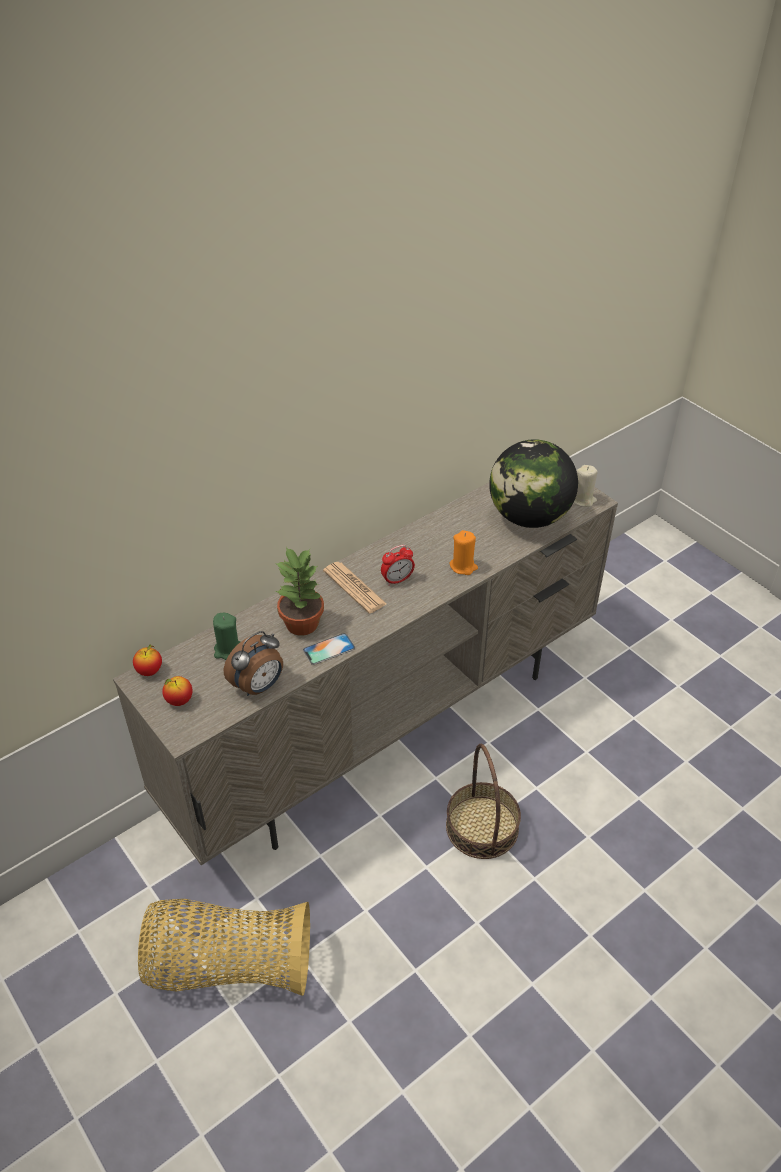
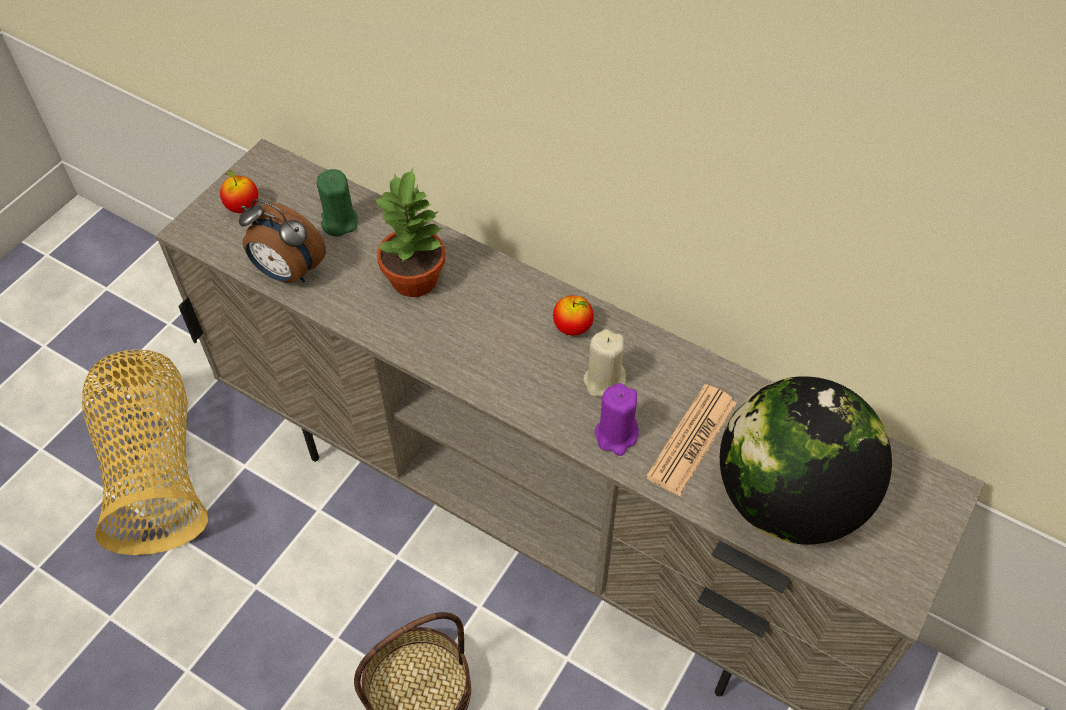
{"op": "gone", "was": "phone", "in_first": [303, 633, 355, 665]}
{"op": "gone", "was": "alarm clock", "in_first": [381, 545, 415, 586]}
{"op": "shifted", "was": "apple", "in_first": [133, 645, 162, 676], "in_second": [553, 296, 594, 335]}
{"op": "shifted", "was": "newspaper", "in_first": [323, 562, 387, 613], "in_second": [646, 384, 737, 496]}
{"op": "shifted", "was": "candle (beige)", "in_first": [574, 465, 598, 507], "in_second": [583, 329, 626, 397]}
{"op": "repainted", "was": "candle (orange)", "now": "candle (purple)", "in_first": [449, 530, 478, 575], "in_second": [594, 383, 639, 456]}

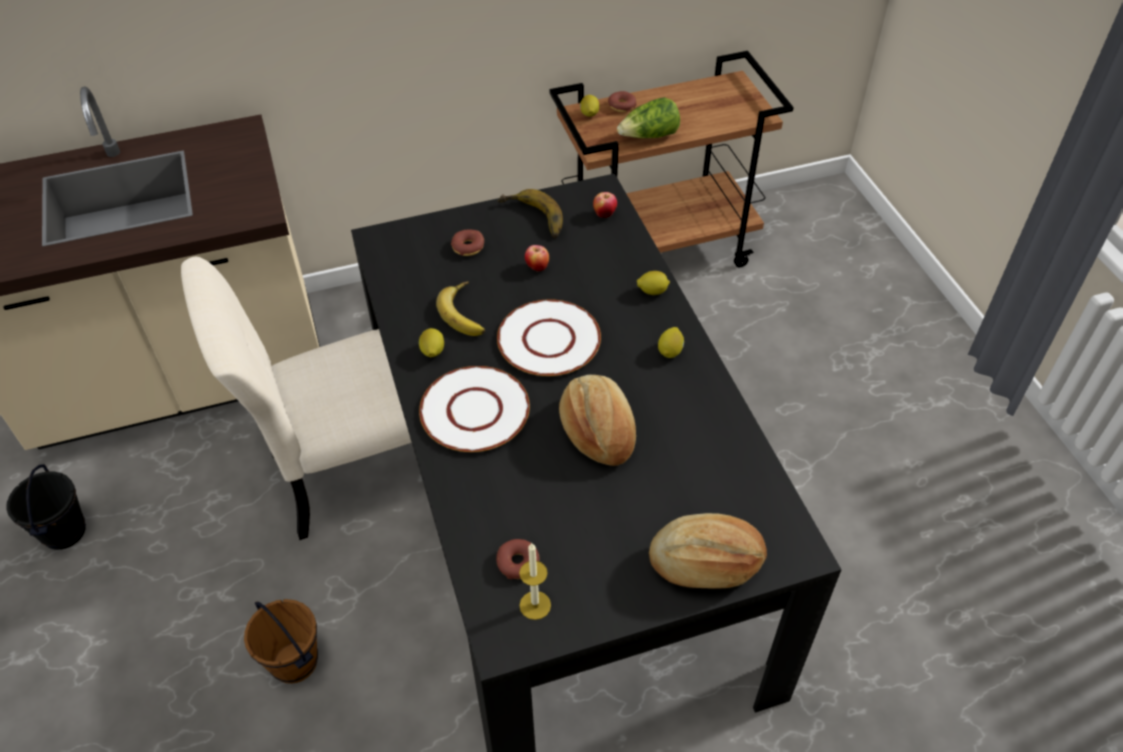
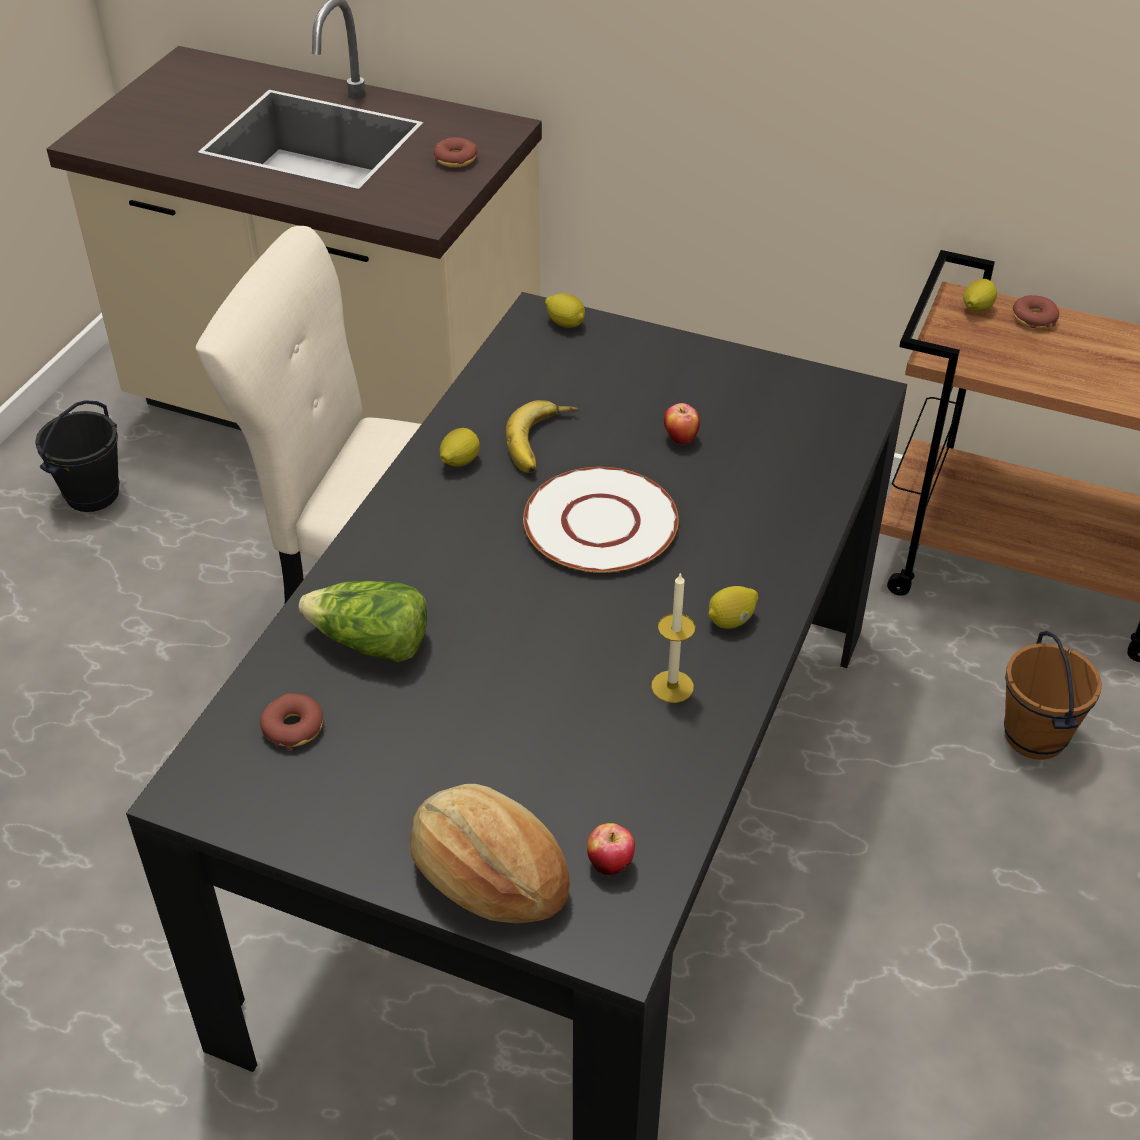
{"op": "gone", "was": "plate (white)", "in_first": [419, 366, 530, 452]}
{"op": "gone", "was": "banana", "in_first": [498, 189, 563, 238]}
{"op": "gone", "was": "bread", "in_first": [559, 375, 636, 466]}
{"op": "shifted", "was": "bucket (brown)", "in_first": [244, 599, 318, 684], "in_second": [1004, 631, 1102, 760]}
{"op": "shifted", "was": "donut", "in_first": [451, 230, 484, 256], "in_second": [434, 137, 478, 168]}
{"op": "shifted", "was": "candle", "in_first": [519, 543, 551, 620], "in_second": [651, 572, 695, 703]}
{"op": "shifted", "was": "apple", "in_first": [593, 192, 617, 218], "in_second": [587, 823, 635, 875]}
{"op": "shifted", "was": "lettuce", "in_first": [617, 97, 680, 138], "in_second": [299, 581, 427, 662]}
{"op": "shifted", "was": "lemon", "in_first": [637, 271, 670, 295], "in_second": [545, 293, 585, 328]}

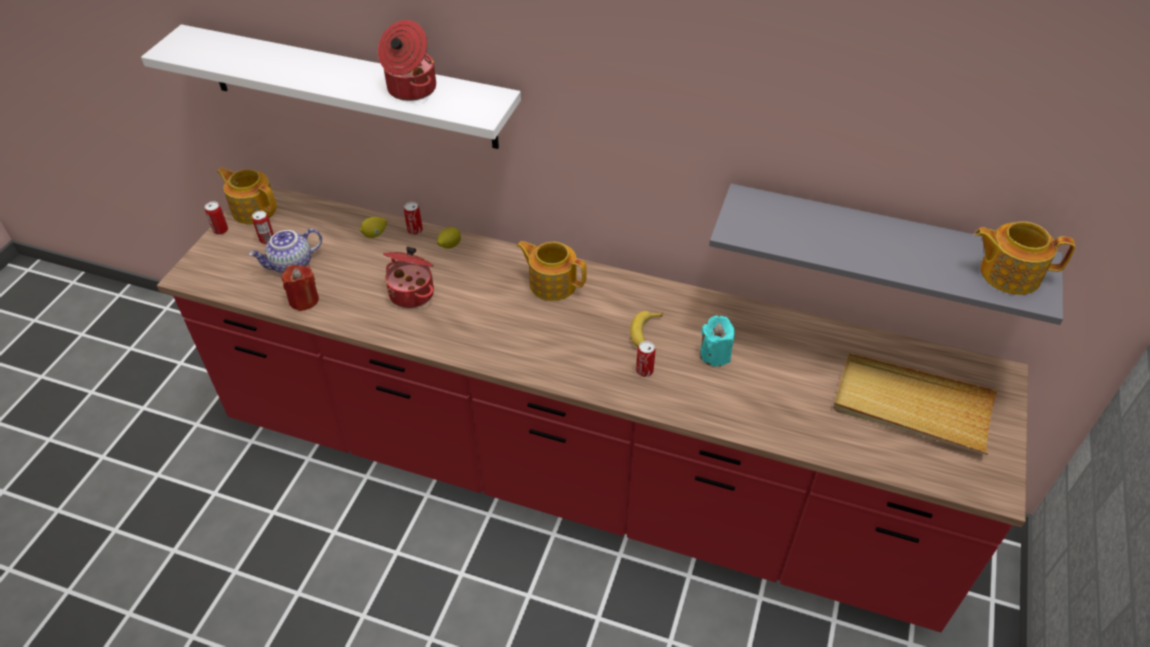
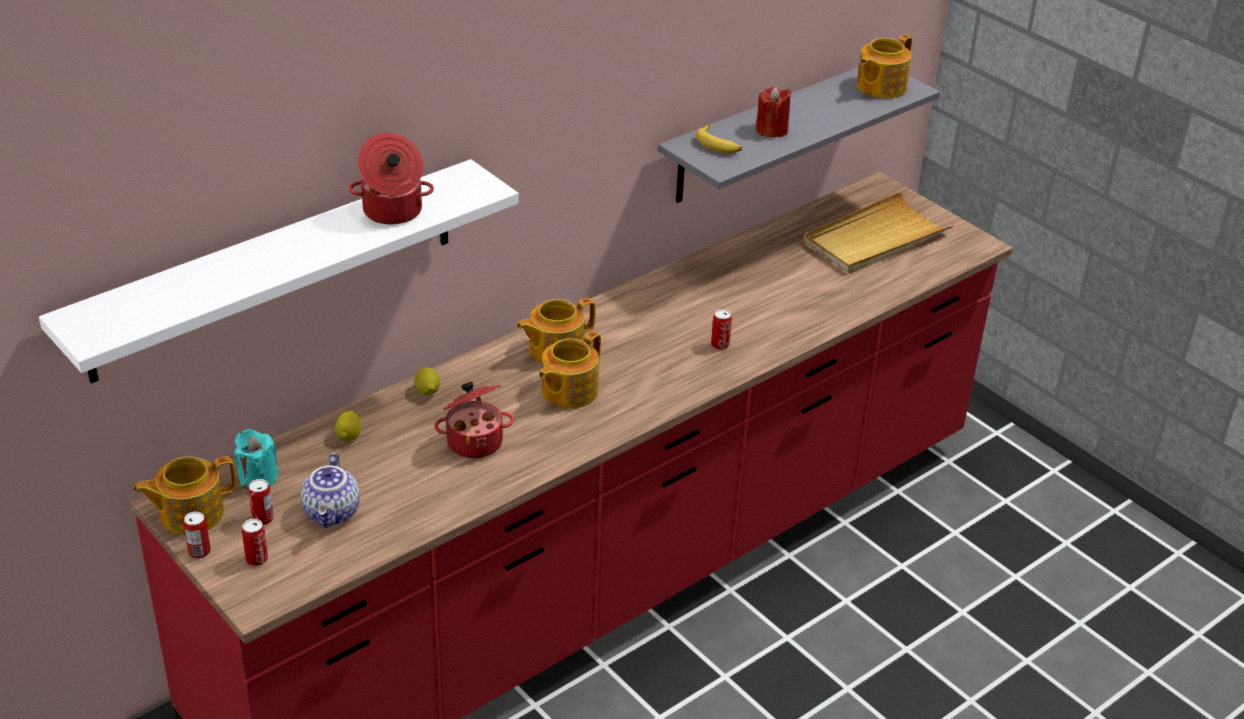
{"op": "new", "now": "teapot", "in_second": [539, 331, 601, 408]}
{"op": "shifted", "was": "candle (red)", "in_first": [281, 265, 319, 311], "in_second": [756, 86, 791, 137]}
{"op": "shifted", "was": "can", "in_first": [404, 202, 423, 235], "in_second": [242, 519, 268, 566]}
{"op": "shifted", "was": "banana", "in_first": [630, 311, 663, 347], "in_second": [696, 124, 742, 154]}
{"op": "shifted", "was": "candle (turquoise)", "in_first": [700, 315, 735, 367], "in_second": [234, 429, 279, 489]}

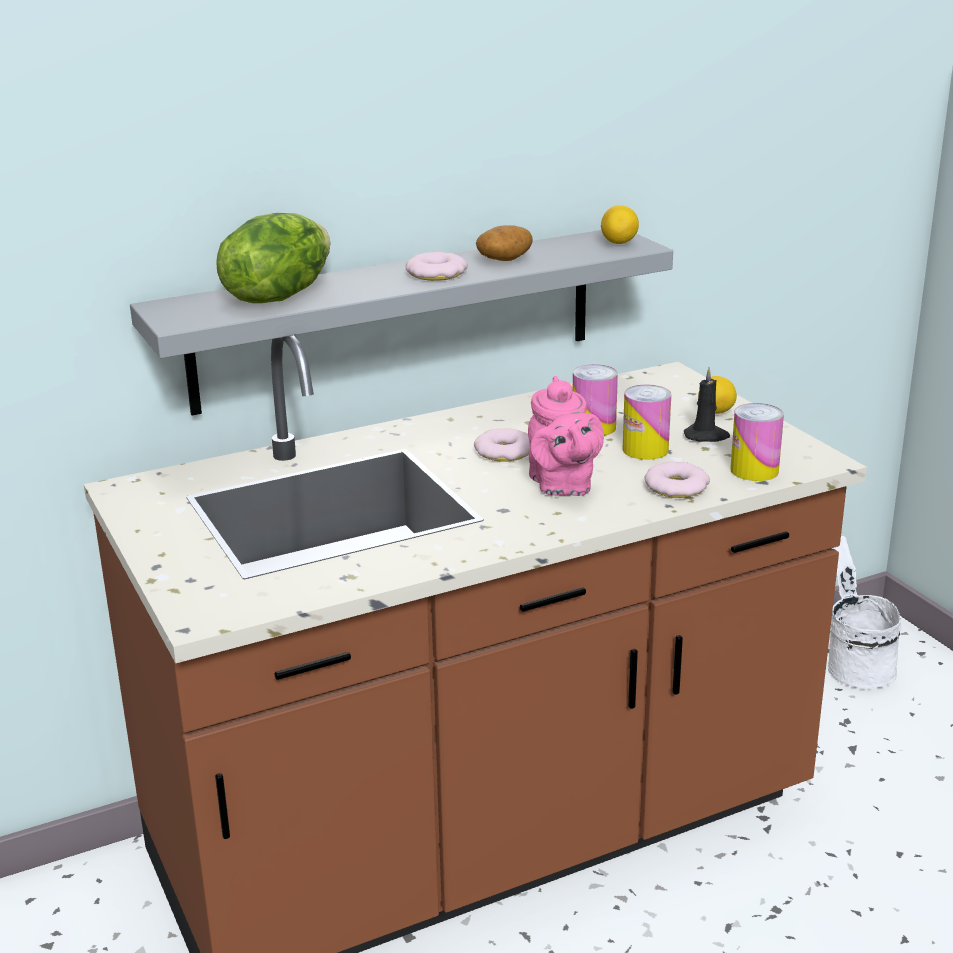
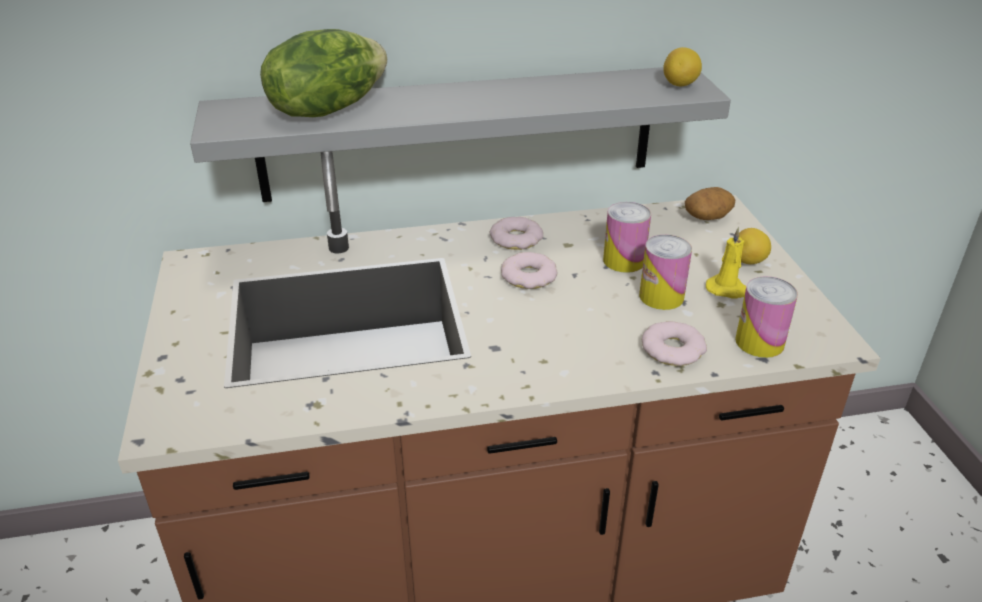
{"op": "gone", "was": "teapot (pink)", "in_first": [528, 376, 604, 496]}
{"op": "gone", "was": "bucket (white)", "in_first": [828, 536, 901, 689]}
{"op": "shifted", "was": "donut", "in_first": [406, 252, 468, 281], "in_second": [489, 217, 543, 250]}
{"op": "shifted", "was": "potato", "in_first": [476, 225, 533, 261], "in_second": [685, 187, 735, 220]}
{"op": "repainted", "was": "candle (black)", "now": "candle (yellow)", "in_first": [684, 366, 730, 442], "in_second": [706, 227, 747, 299]}

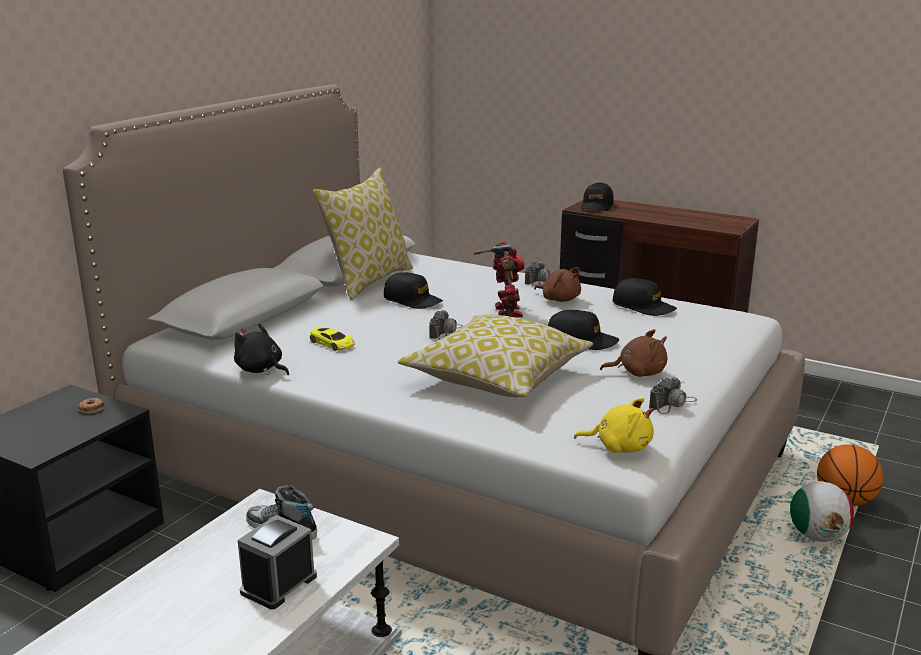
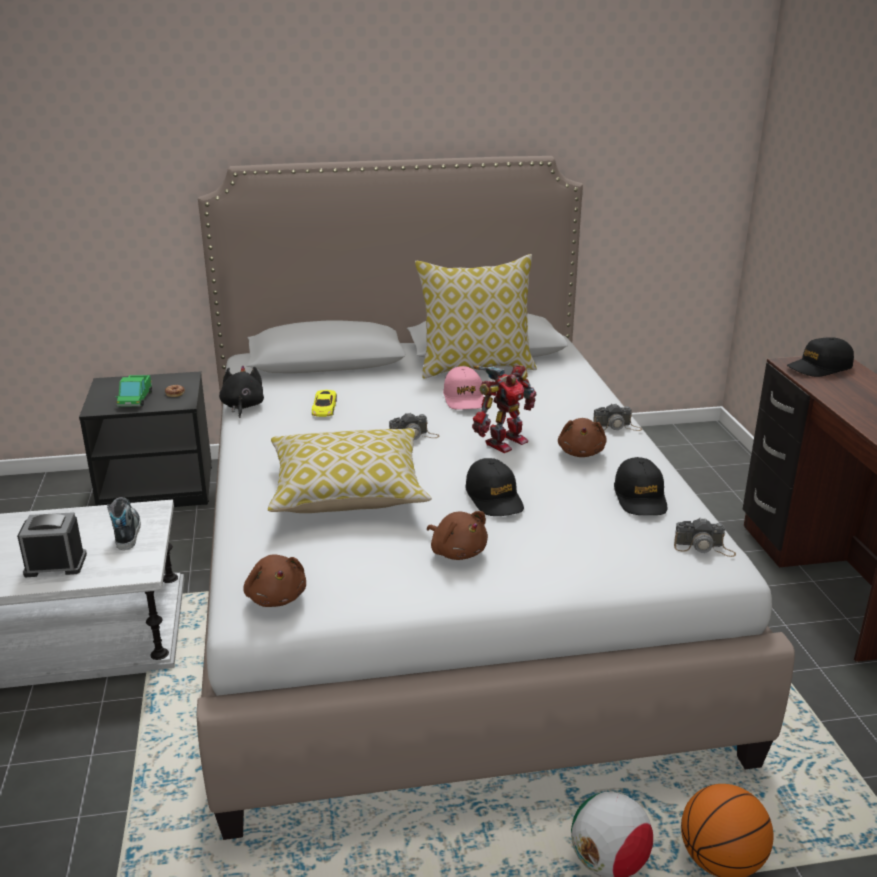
{"op": "new", "now": "toy truck", "in_second": [116, 375, 152, 407]}
{"op": "shifted", "was": "photo camera", "in_first": [649, 377, 697, 414], "in_second": [674, 517, 736, 557]}
{"op": "repainted", "was": "cap (black)", "now": "cap (pink)", "in_first": [384, 272, 443, 309], "in_second": [443, 366, 484, 410]}
{"op": "repainted", "was": "plush toy (yellow)", "now": "plush toy (brown)", "in_first": [574, 398, 654, 453], "in_second": [243, 555, 306, 607]}

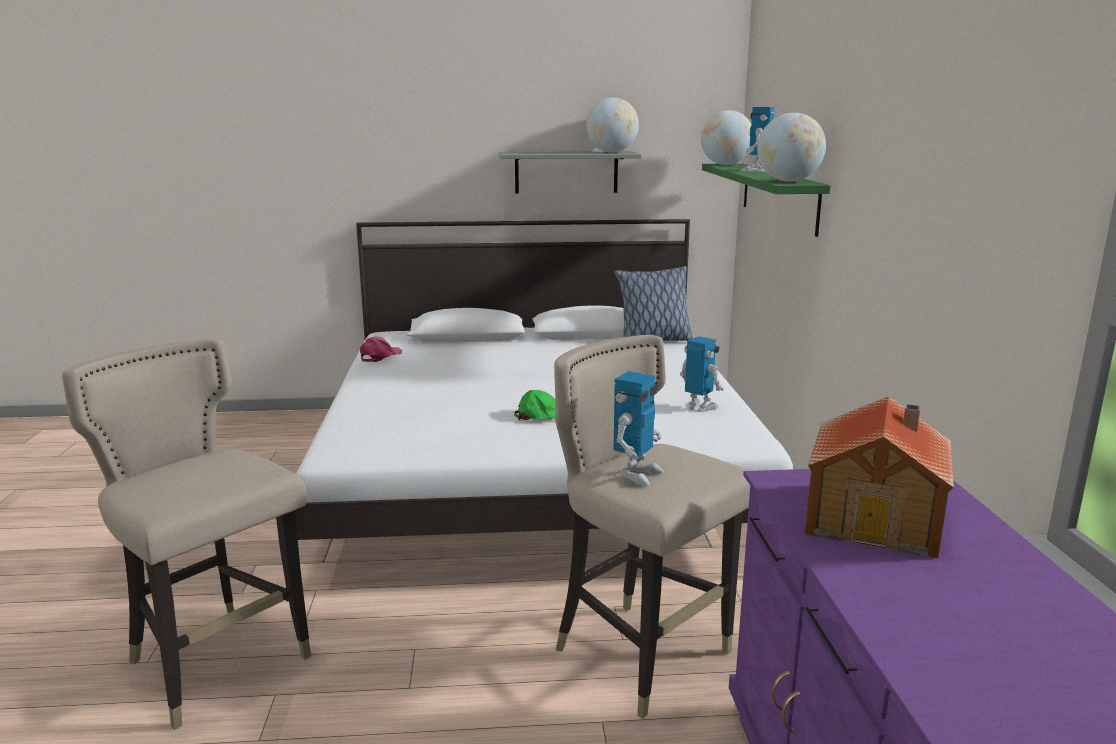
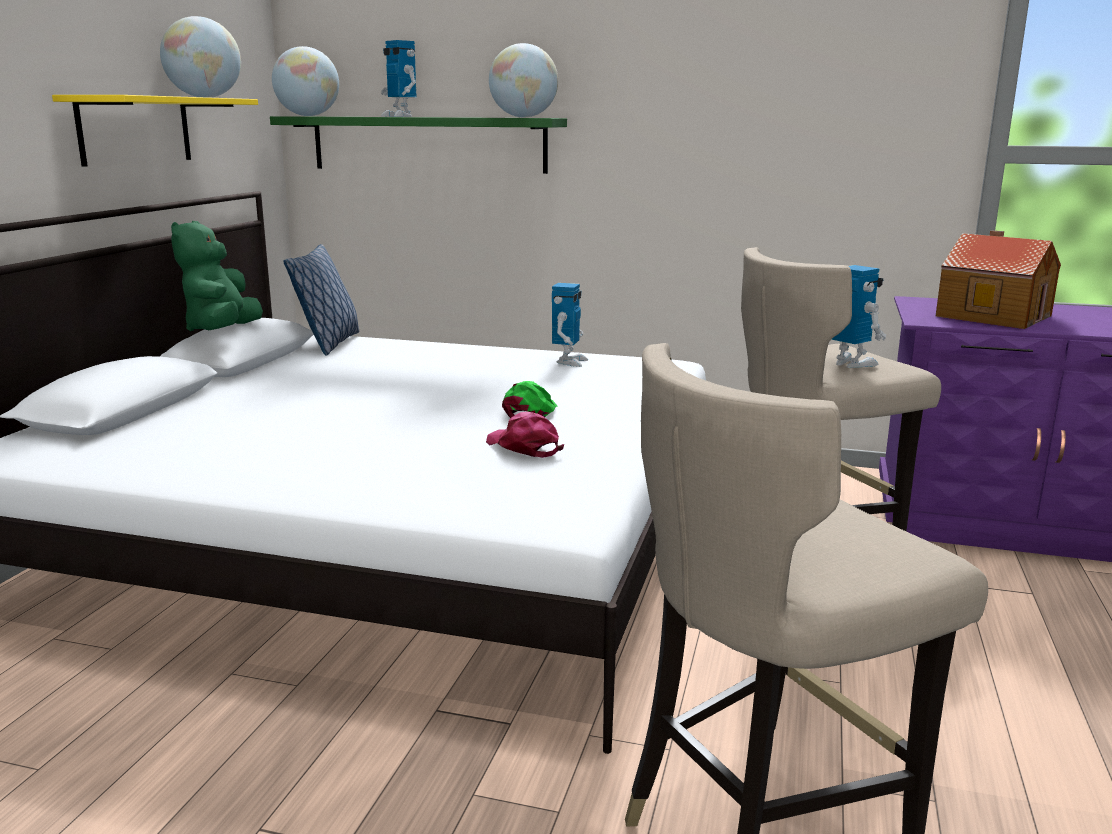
{"op": "new", "now": "plush toy (green)", "in_second": [171, 221, 263, 331]}
{"op": "shifted", "was": "cap (pink)", "in_first": [360, 337, 402, 362], "in_second": [486, 412, 564, 458]}
{"op": "repainted", "was": "shelf (grey)", "now": "shelf (yellow)", "in_first": [499, 151, 641, 194], "in_second": [52, 95, 258, 167]}
{"op": "rotated", "was": "toy robot", "in_first": [680, 336, 724, 412], "in_second": [552, 283, 588, 367], "clockwise": 135}

